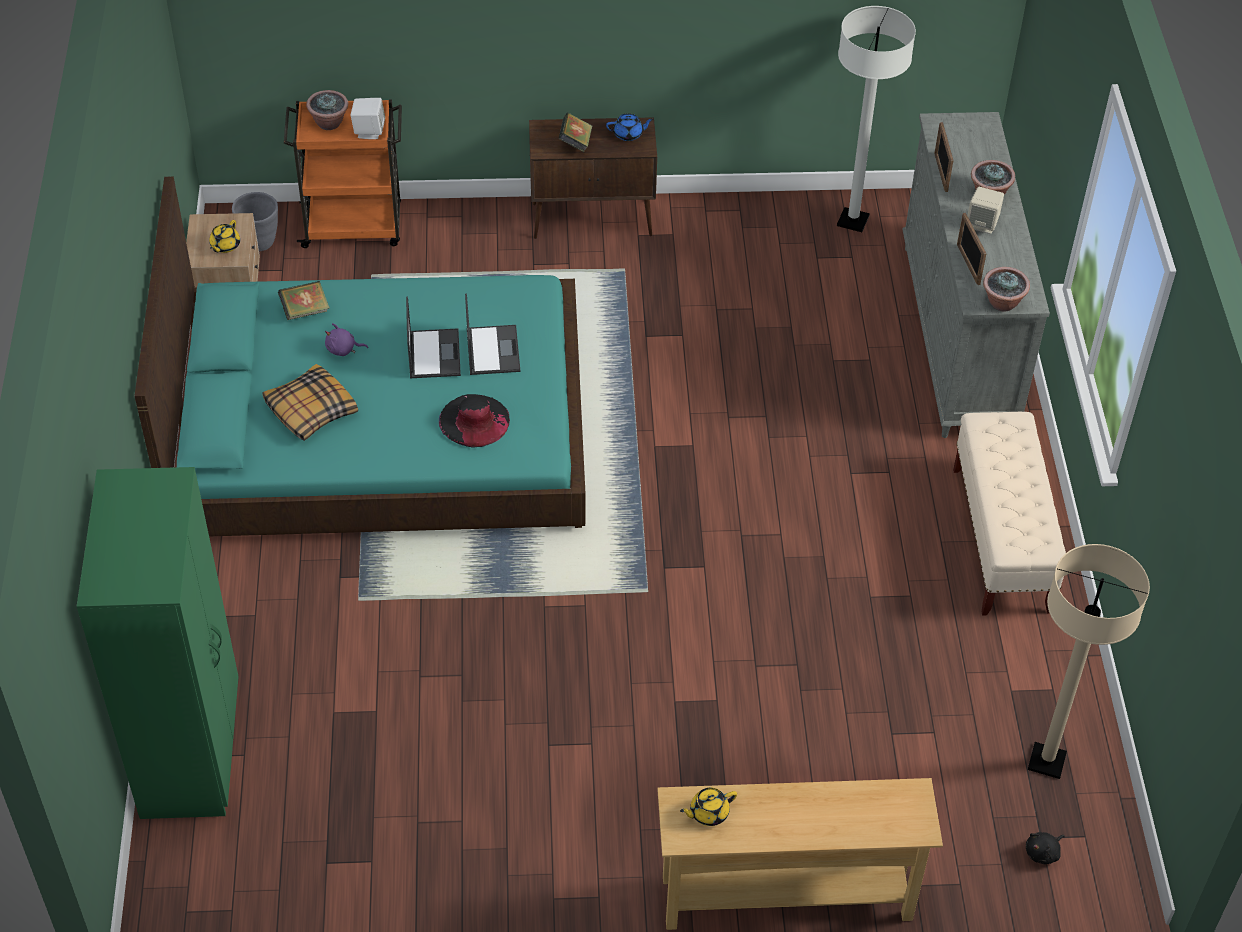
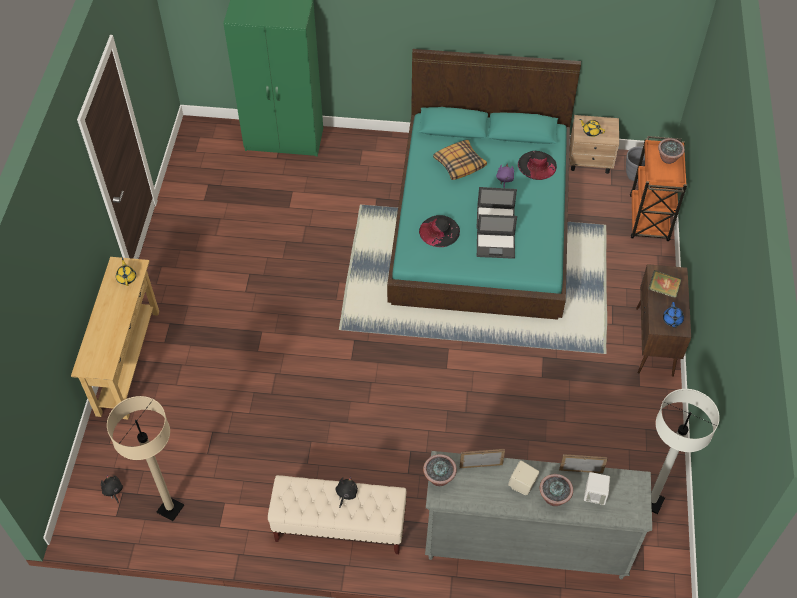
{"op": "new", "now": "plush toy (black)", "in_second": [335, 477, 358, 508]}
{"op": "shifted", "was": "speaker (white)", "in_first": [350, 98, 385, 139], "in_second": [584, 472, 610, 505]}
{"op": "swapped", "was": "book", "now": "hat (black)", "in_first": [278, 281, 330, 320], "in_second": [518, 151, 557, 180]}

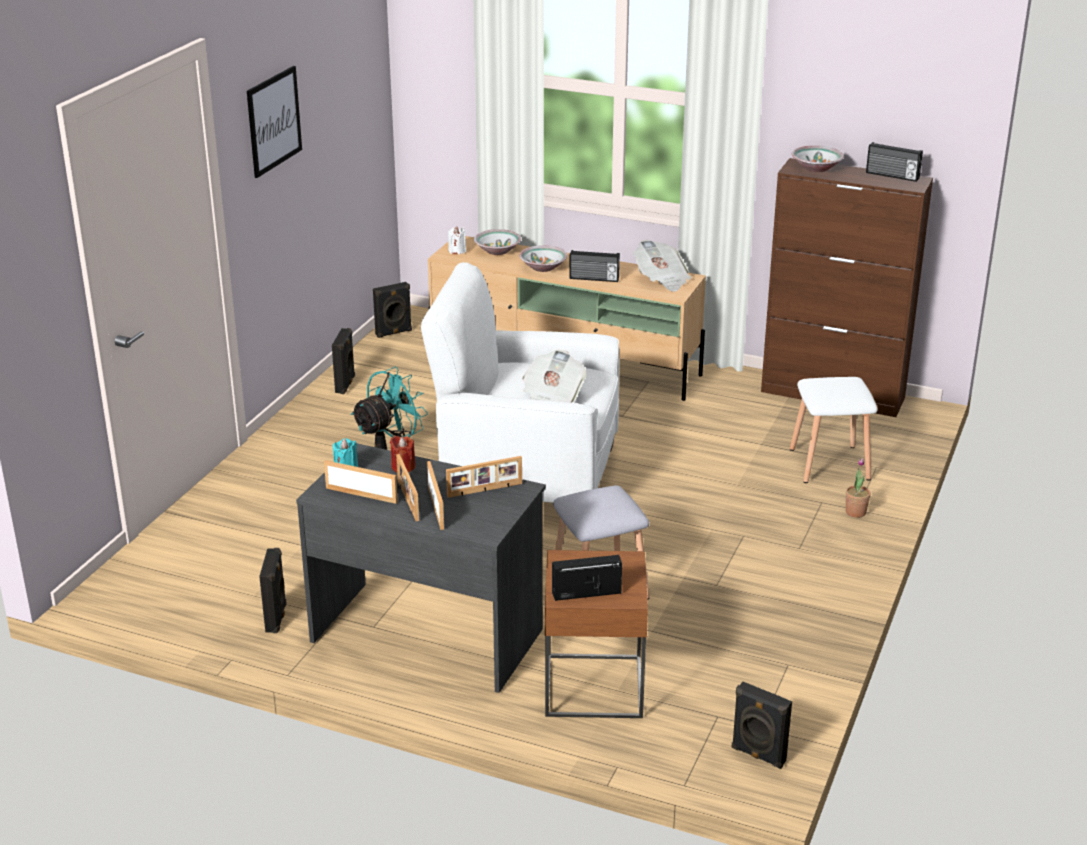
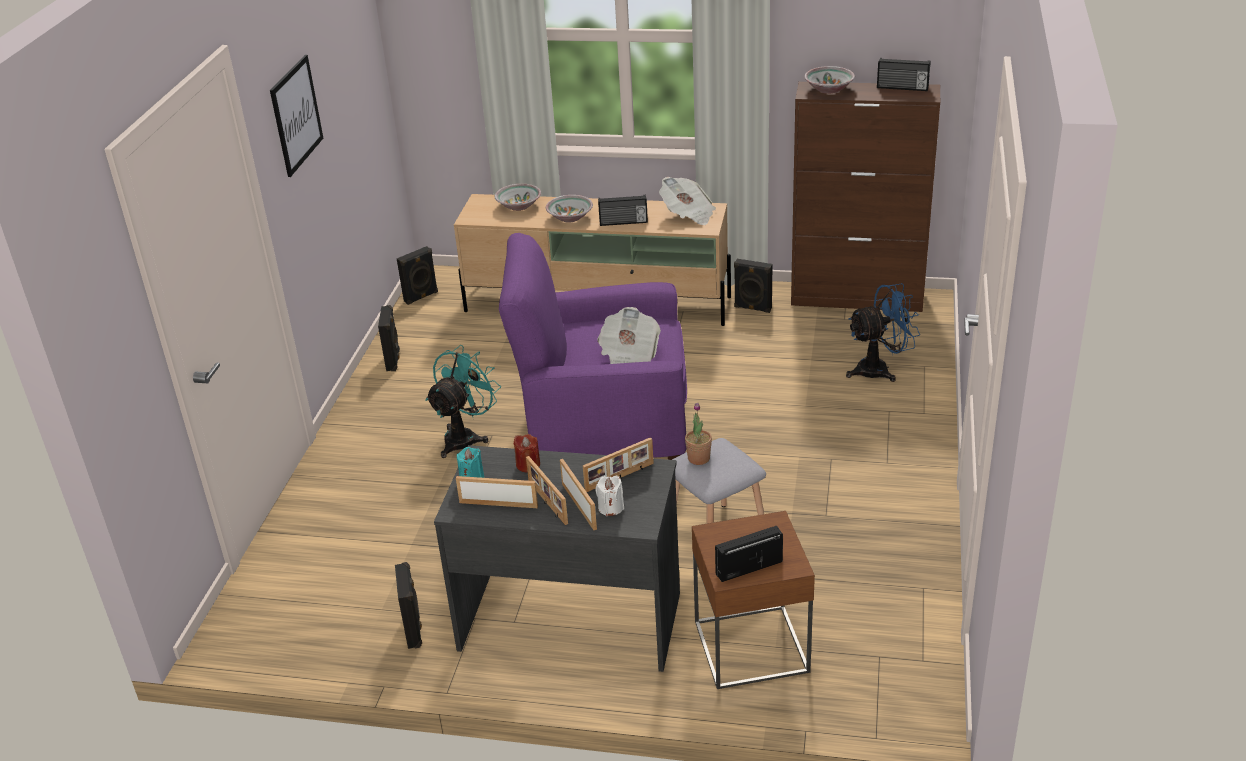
{"op": "shifted", "was": "candle (white)", "in_first": [448, 226, 466, 254], "in_second": [595, 476, 624, 516]}
{"op": "shifted", "was": "speaker (black)", "in_first": [731, 682, 792, 769], "in_second": [734, 259, 772, 313]}
{"op": "shifted", "was": "potted plant", "in_first": [846, 458, 871, 518], "in_second": [685, 403, 712, 465]}
{"op": "swapped", "was": "stool (white)", "now": "fan (blue)", "in_first": [790, 377, 878, 483], "in_second": [846, 283, 920, 382]}
{"op": "repainted", "was": "armchair (white)", "now": "armchair (purple)", "in_first": [421, 262, 619, 503], "in_second": [499, 233, 687, 460]}

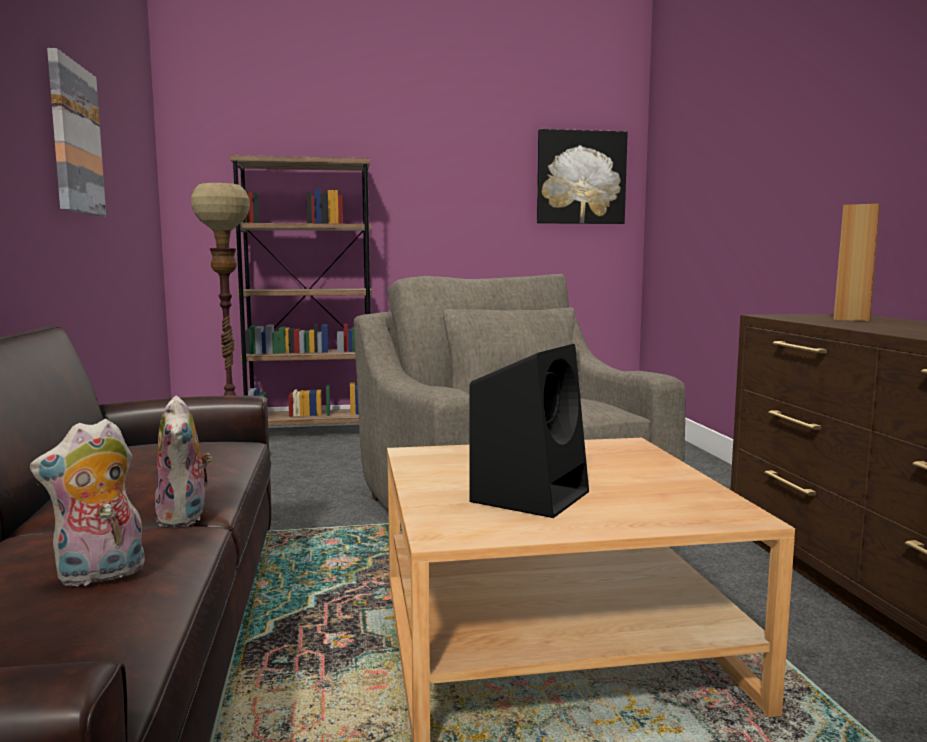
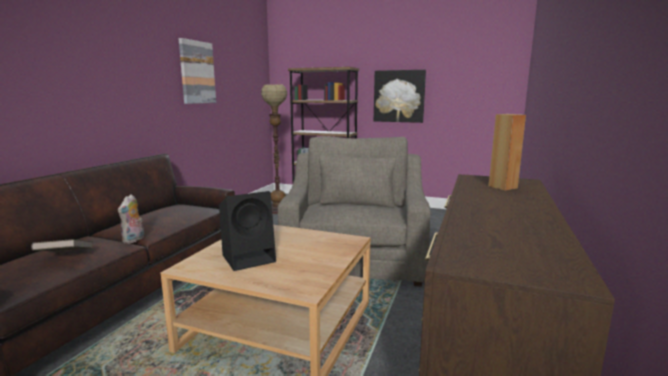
{"op": "shifted", "was": "picture", "in_first": [537, 129, 628, 224], "in_second": [374, 70, 426, 123]}
{"op": "swapped", "was": "plush toy", "now": "book (brown)", "in_first": [30, 418, 145, 586], "in_second": [31, 239, 92, 252]}

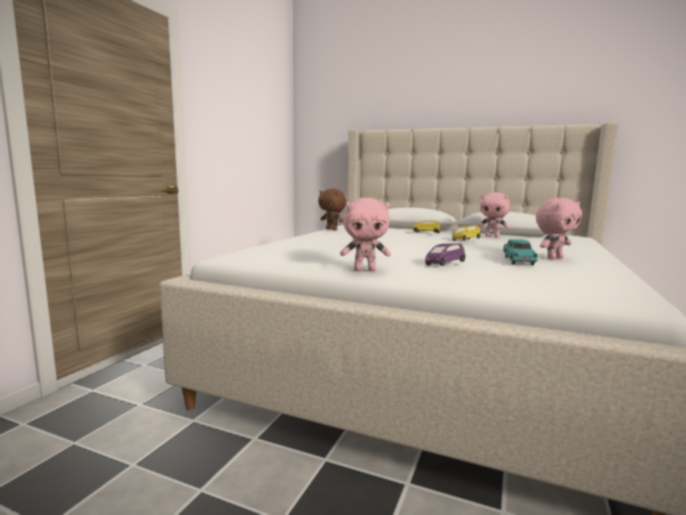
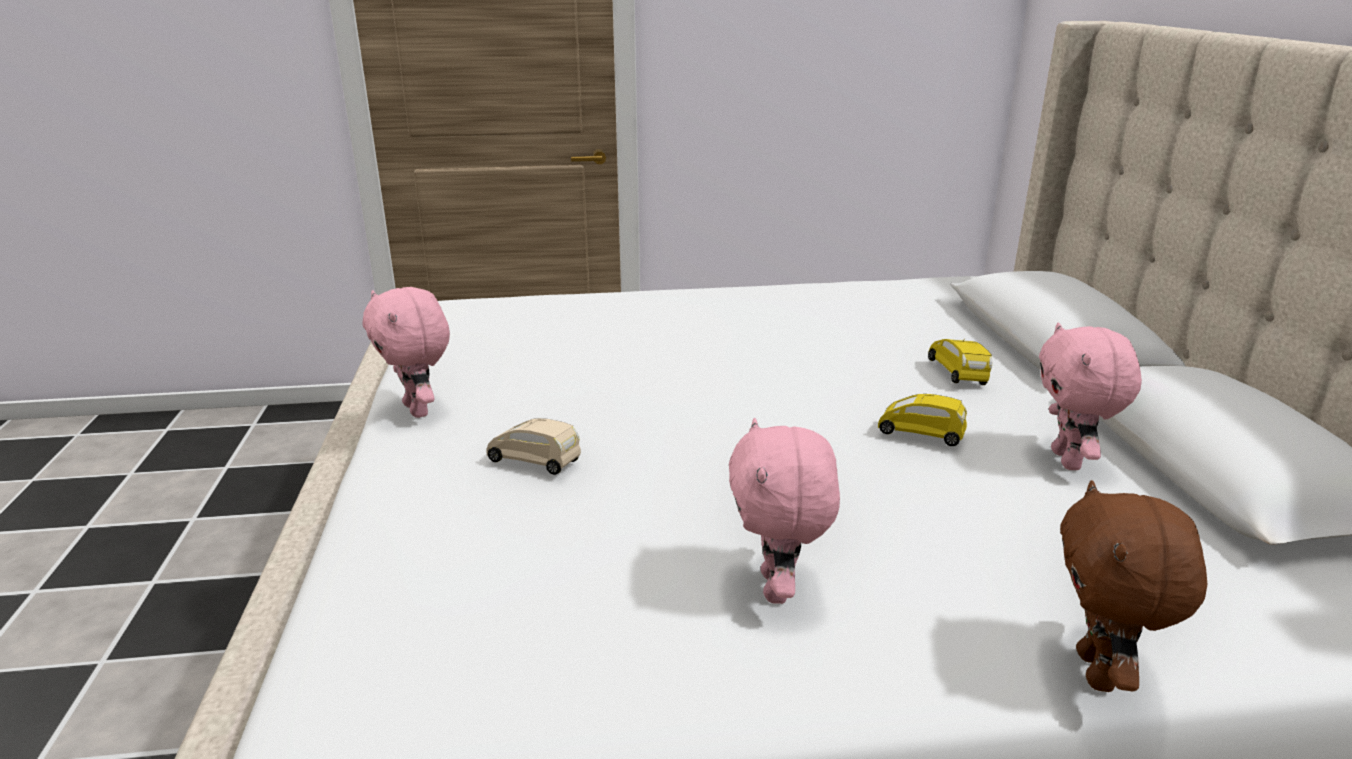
{"op": "gone", "was": "toy car (turquoise)", "in_first": [503, 239, 538, 265]}
{"op": "shifted", "was": "plush toy (brown)", "in_first": [318, 189, 346, 230], "in_second": [1060, 480, 1207, 692]}
{"op": "repainted", "was": "toy car (purple)", "now": "toy car (beige)", "in_first": [425, 243, 465, 266], "in_second": [486, 418, 581, 475]}
{"op": "rotated", "was": "plush toy (pink)", "in_first": [536, 198, 582, 260], "in_second": [729, 418, 840, 604], "clockwise": 60}

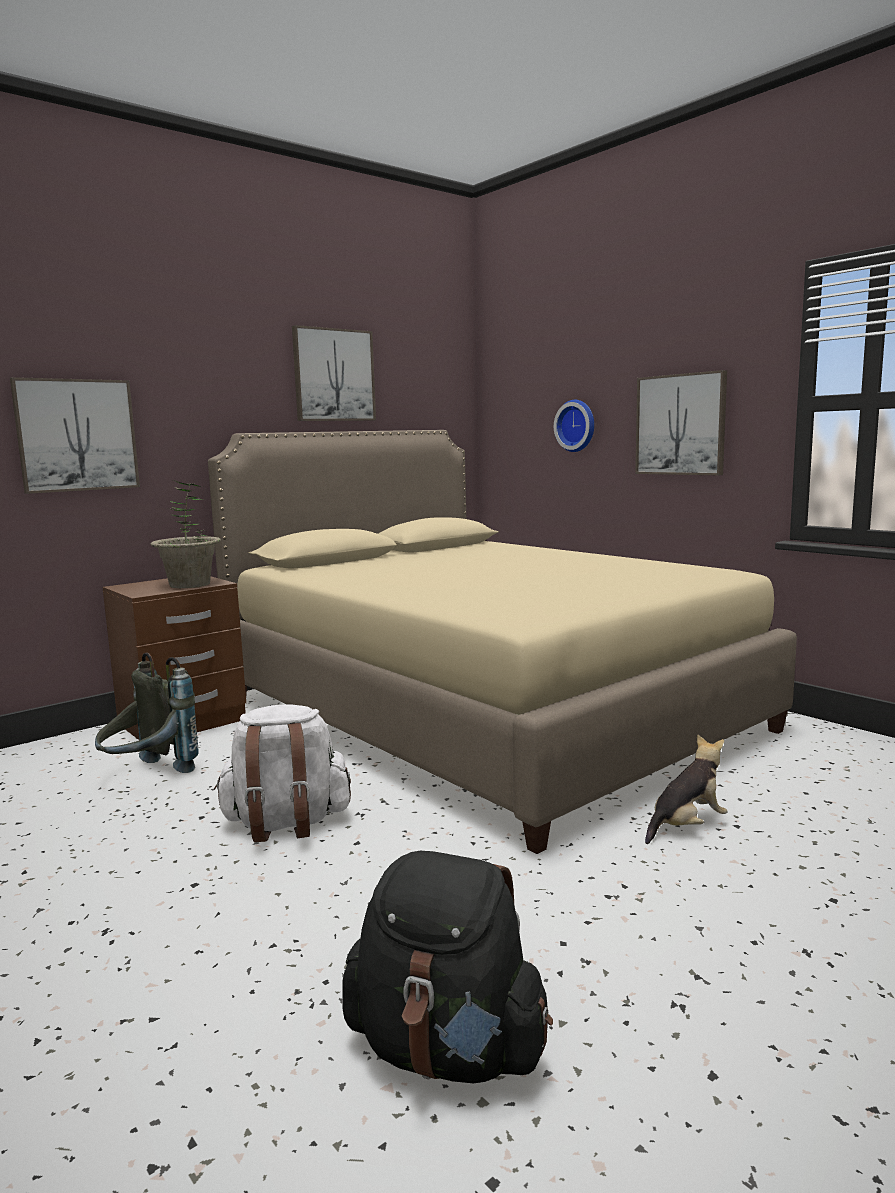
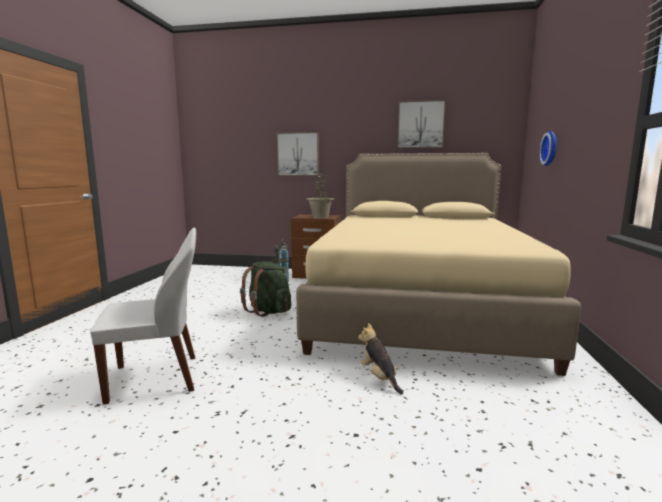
{"op": "gone", "was": "picture", "in_first": [635, 370, 727, 475]}
{"op": "swapped", "was": "backpack (black)", "now": "chair (white)", "in_first": [342, 851, 553, 1083], "in_second": [90, 228, 196, 405]}
{"op": "repainted", "was": "backpack (white)", "now": "backpack (green)", "in_first": [214, 704, 351, 842], "in_second": [240, 261, 291, 317]}
{"op": "rotated", "was": "plush toy", "in_first": [645, 734, 727, 844], "in_second": [358, 323, 403, 395], "clockwise": -135}

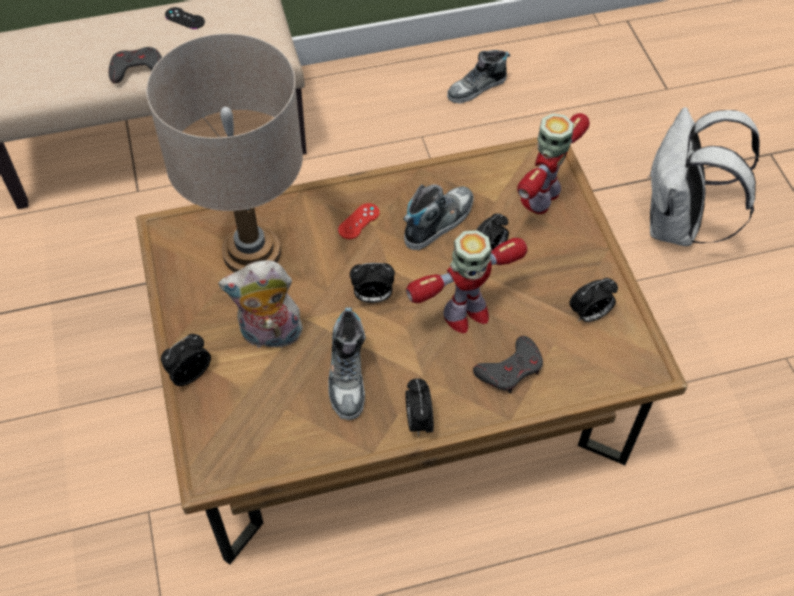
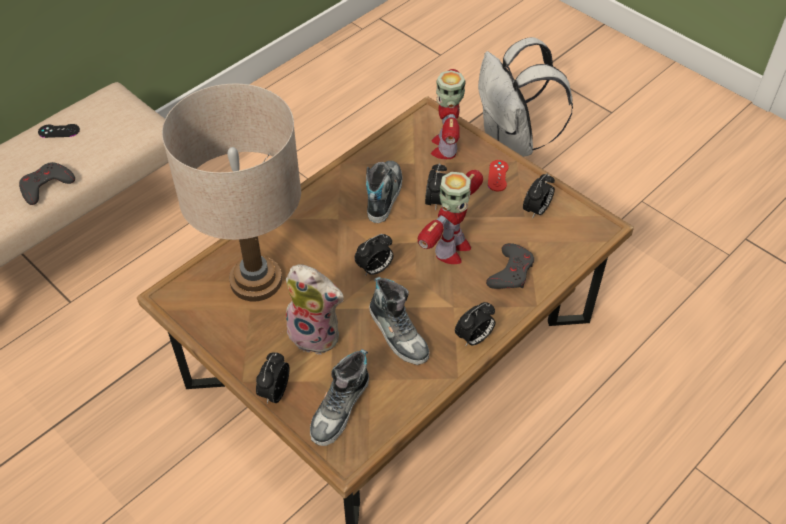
{"op": "shifted", "was": "game controller (red)", "in_first": [338, 203, 380, 239], "in_second": [488, 160, 509, 191]}
{"op": "shifted", "was": "shoe", "in_first": [447, 50, 510, 104], "in_second": [310, 349, 369, 446]}
{"op": "rotated", "was": "plush toy", "in_first": [218, 260, 303, 348], "in_second": [284, 264, 344, 355], "clockwise": -120}
{"op": "rotated", "was": "alarm clock", "in_first": [405, 378, 434, 437], "in_second": [455, 302, 495, 347], "clockwise": -90}

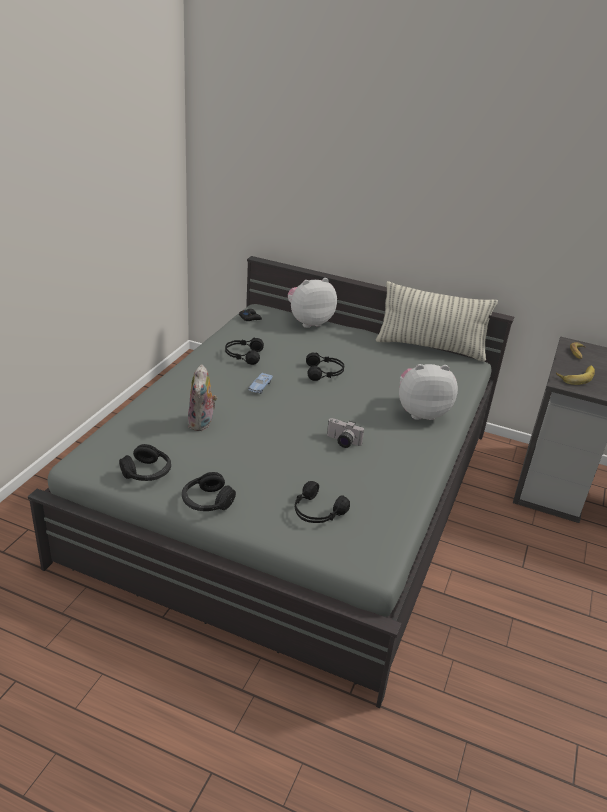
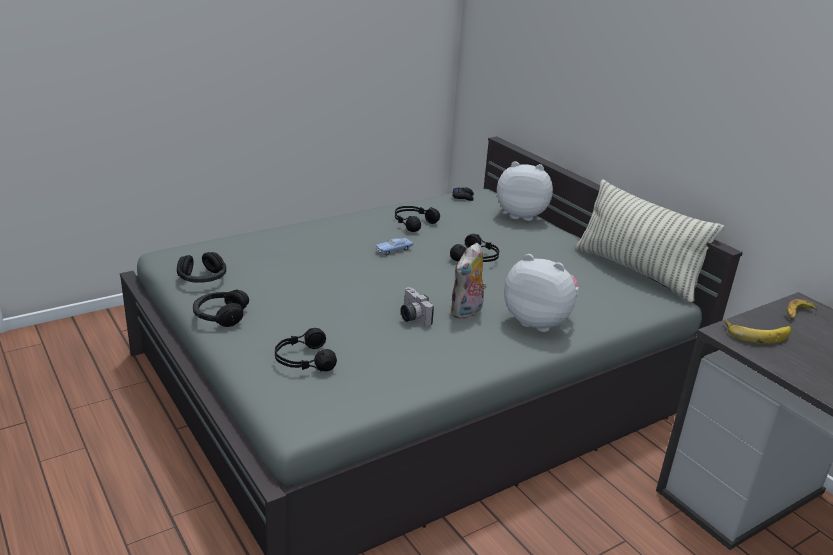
{"op": "shifted", "was": "plush toy", "in_first": [188, 364, 218, 431], "in_second": [450, 243, 486, 319]}

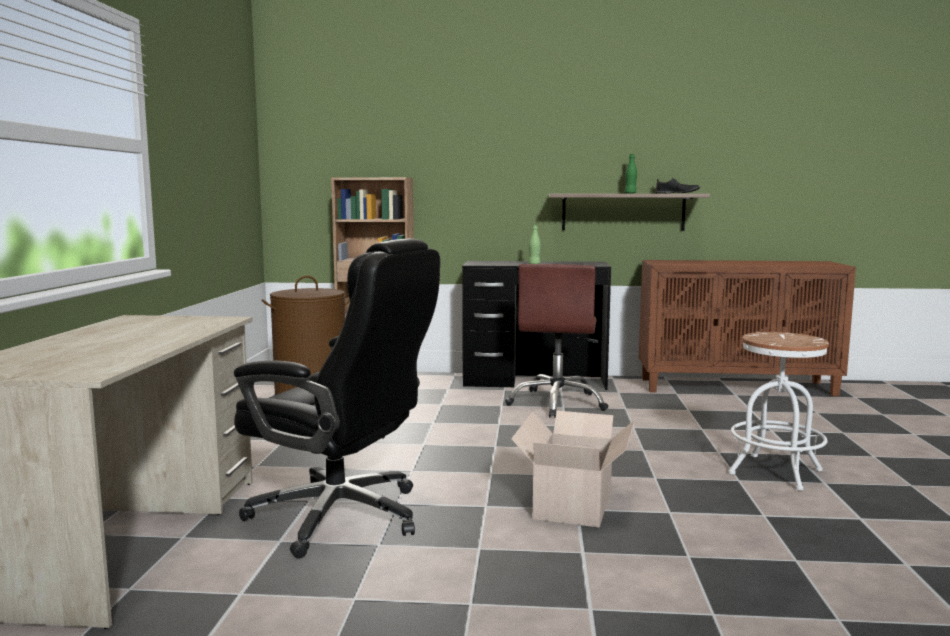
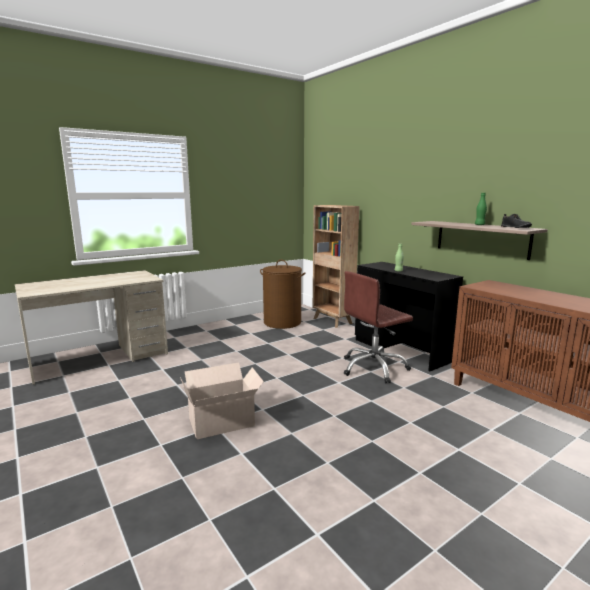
{"op": "gone", "was": "office chair (black)", "in_first": [234, 239, 440, 559]}
{"op": "gone", "was": "stool (white)", "in_first": [728, 332, 829, 491]}

